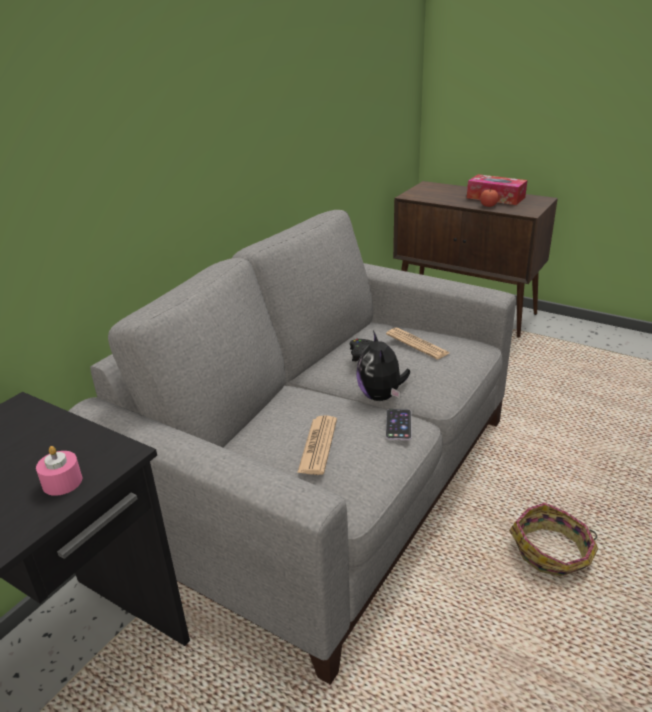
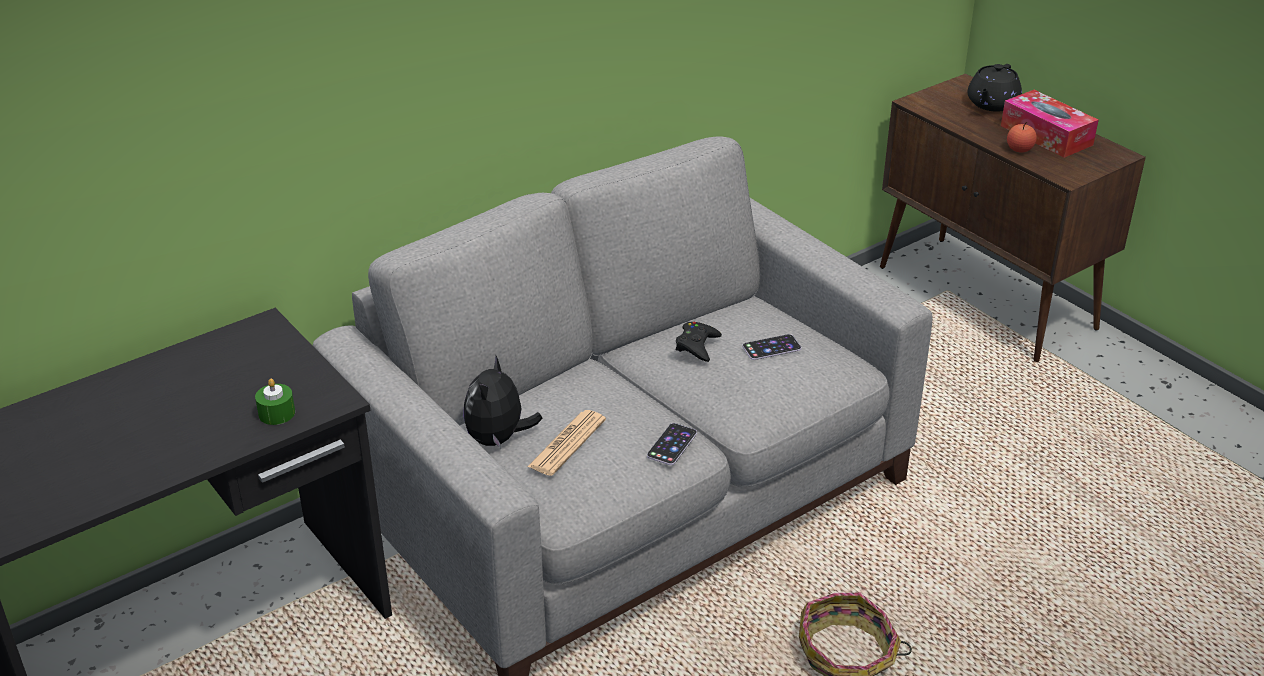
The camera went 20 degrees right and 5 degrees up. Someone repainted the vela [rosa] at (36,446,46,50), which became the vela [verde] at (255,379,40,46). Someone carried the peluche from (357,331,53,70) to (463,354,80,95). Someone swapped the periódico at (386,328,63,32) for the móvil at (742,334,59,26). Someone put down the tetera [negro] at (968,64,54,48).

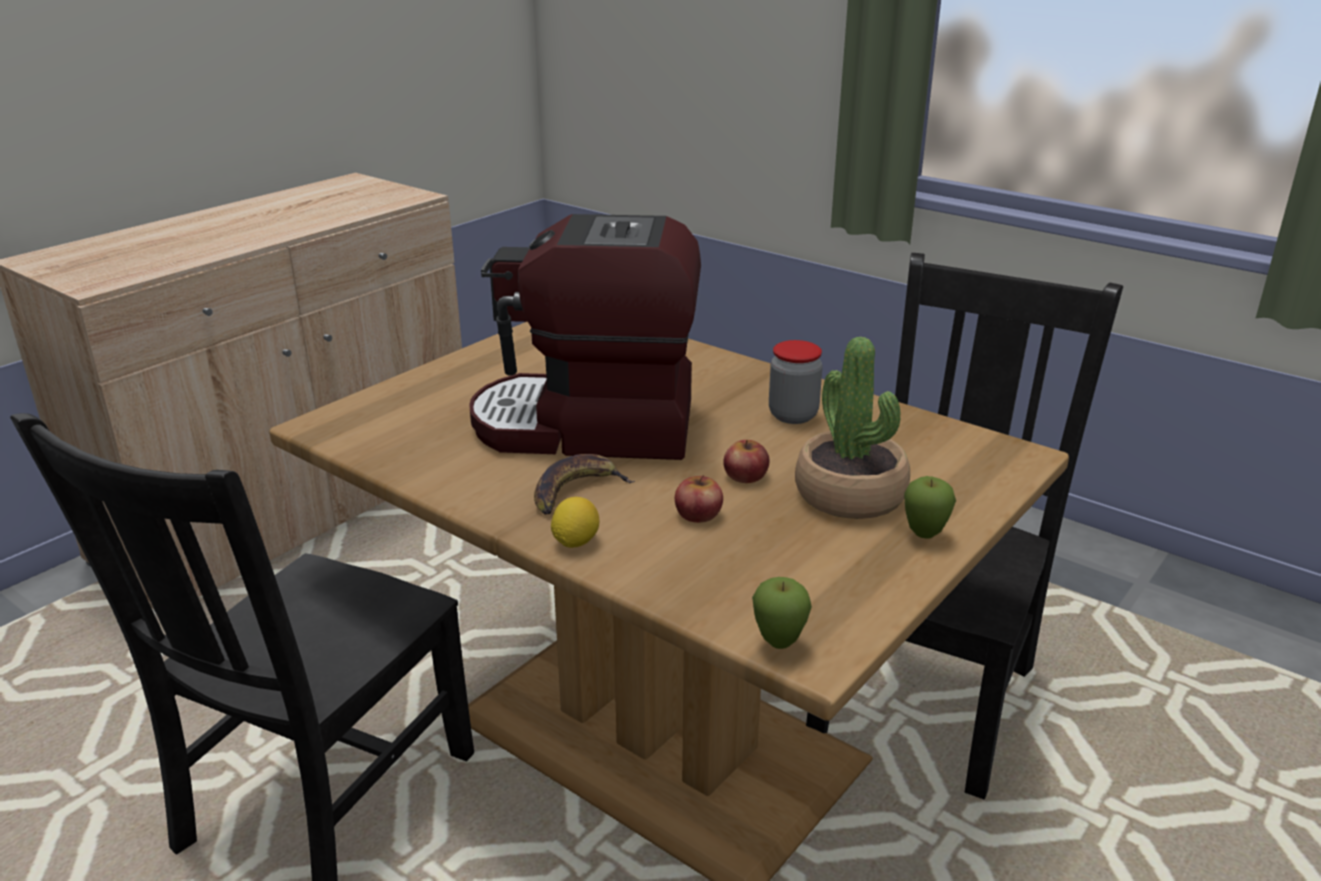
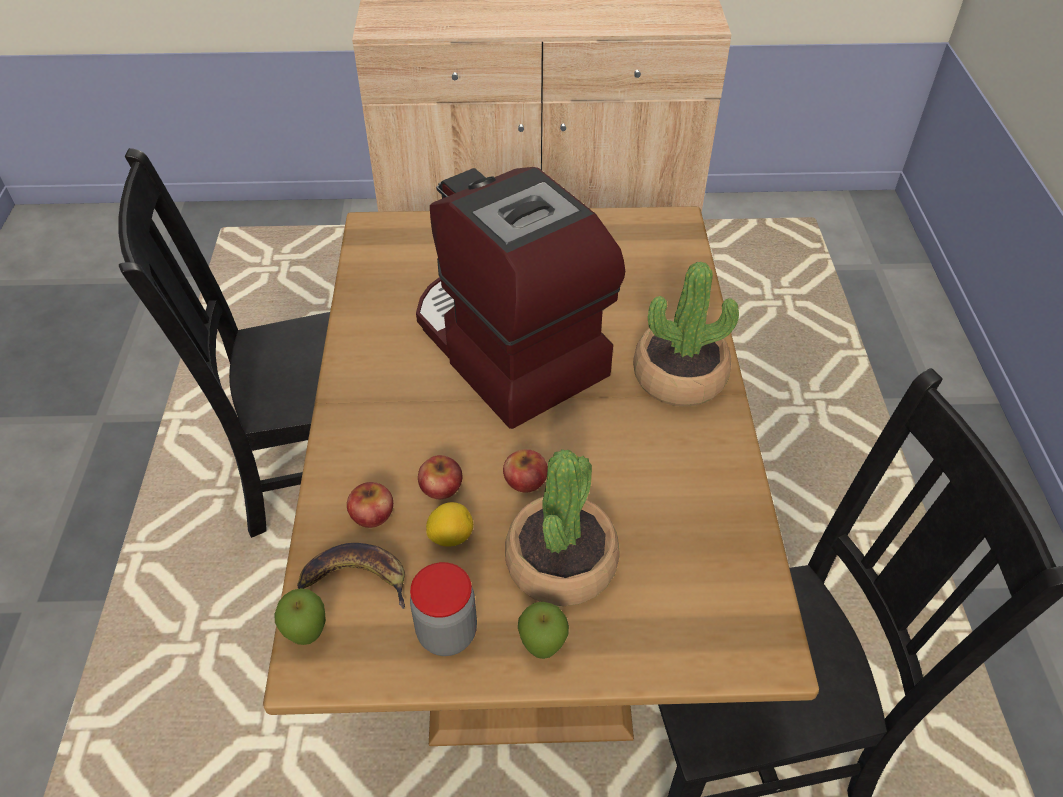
The camera went 50 degrees right and 20 degrees up. Someone carried the plátano from (534,454,101,60) to (297,543,108,66). Someone put down the manzana at (347,482,46,46). Someone carried the tarro from (769,340,54,84) to (410,562,67,94). Someone carried the limón from (551,497,48,51) to (426,502,47,45). Someone put down the planta en maceta at (633,262,106,145).

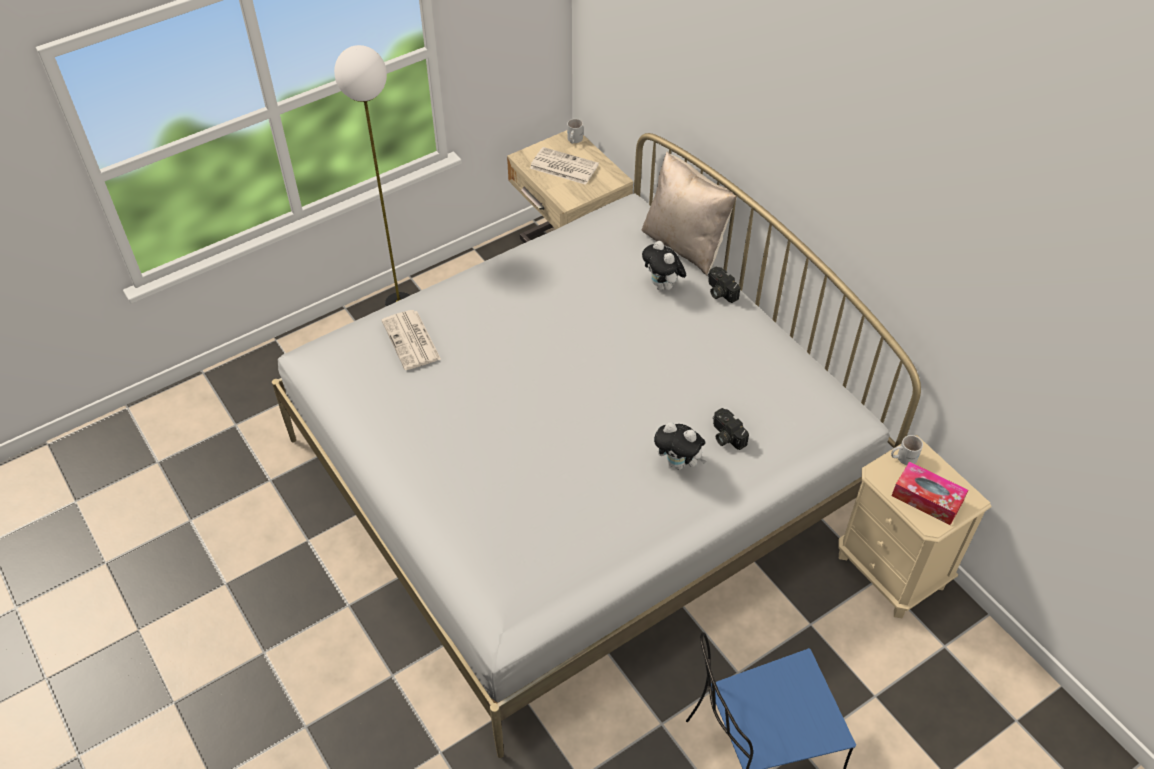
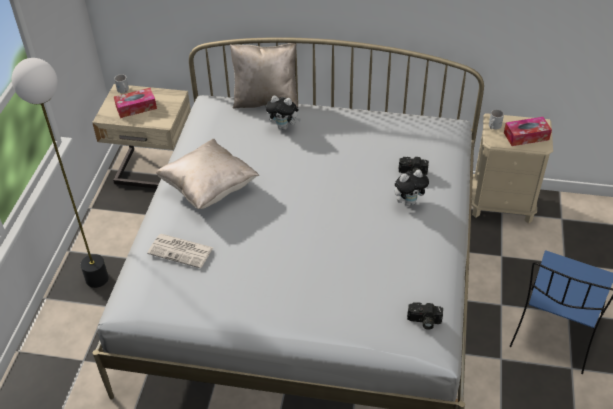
The camera went 45 degrees left and 5 degrees down. Someone swapped the periódico at (530,147,69,38) for the caja de pañuelos at (114,88,43,30). Someone put down the cojín [beis] at (156,139,103,70). Someone carried the cámara from (708,267,32,36) to (407,302,36,28).

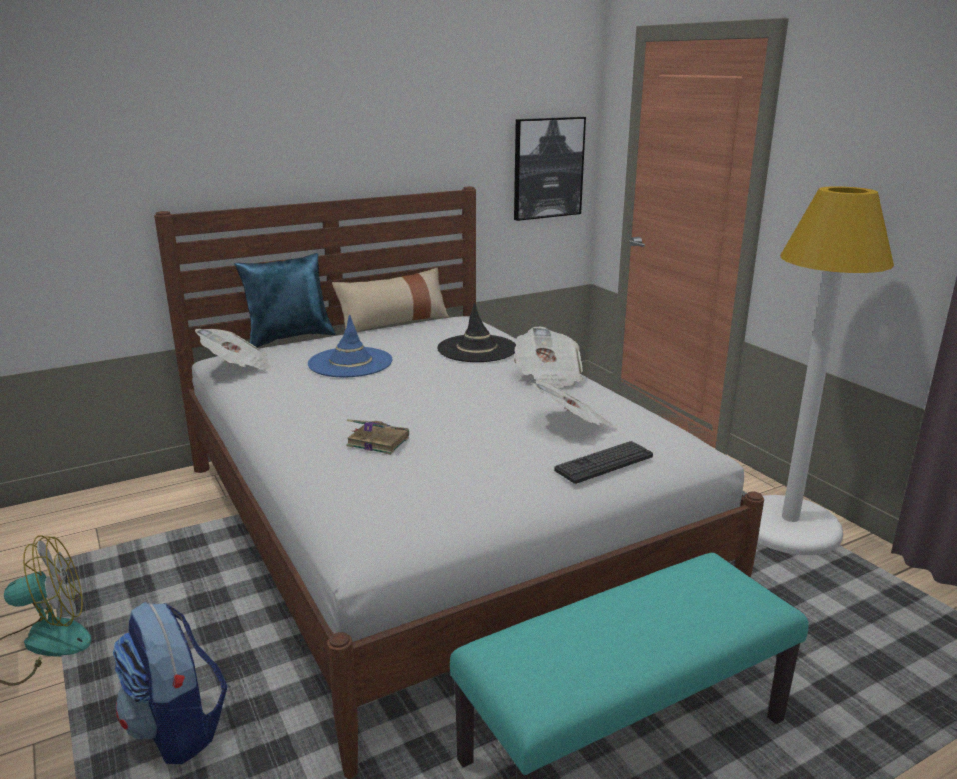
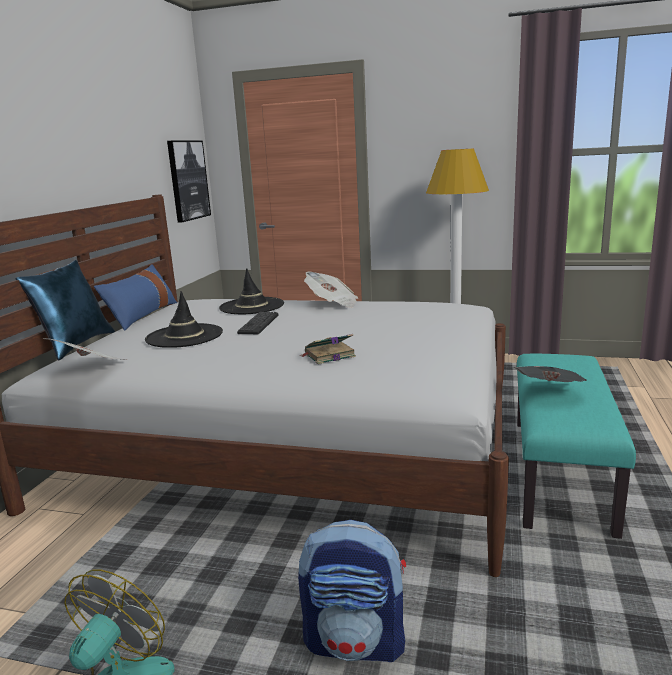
The camera went 45 degrees left and 5 degrees down. Someone repainted the cojín [beis] at (332,268,117,64), which became the cojín [azul] at (94,264,83,66). Someone repainted the sombrero [azul] at (308,314,84,63), which became the sombrero [negro] at (145,291,78,57). Someone carried the teclado from (554,441,99,43) to (237,312,41,22). Someone carried the periódico from (531,381,87,46) to (513,366,74,16).

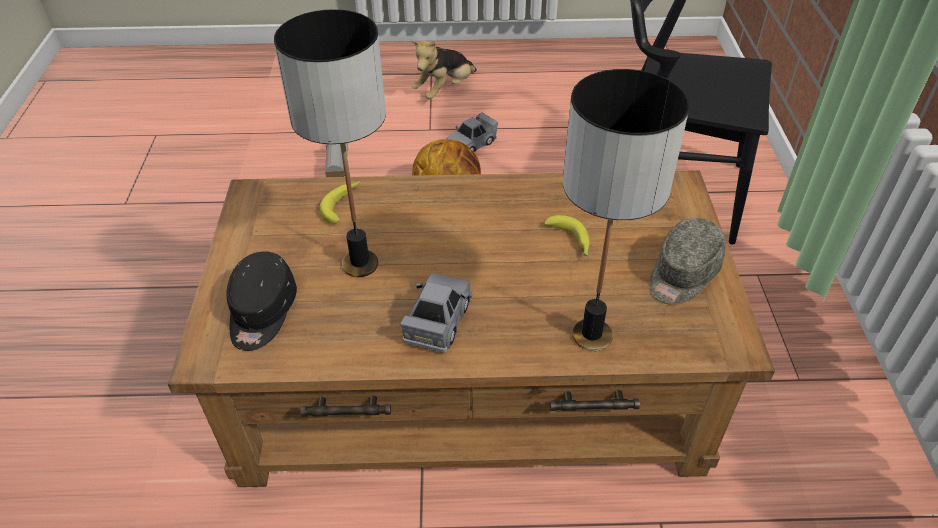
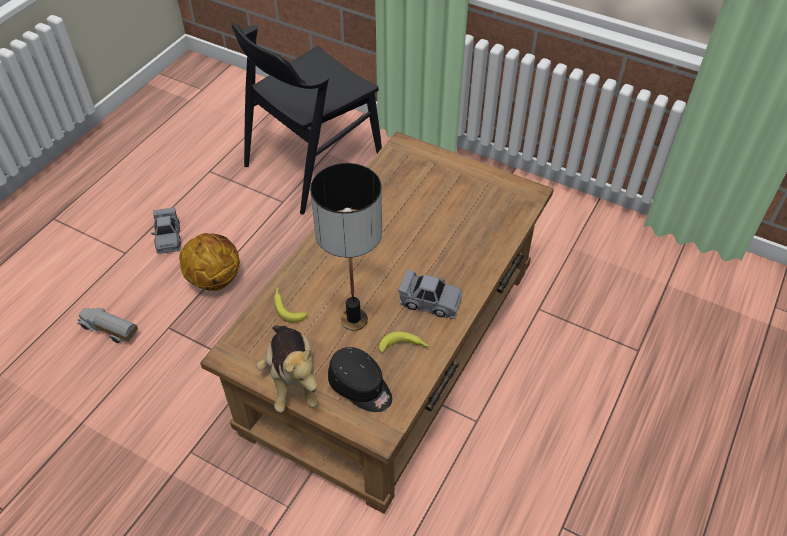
The camera went 60 degrees left and 5 degrees up. Someone carried the peluche from (412,40,65,59) to (257,326,62,86). Someone carried the plátano from (544,215,46,41) to (379,332,51,21). Someone rotated the coche de juguete [gris] at (400,273,73,80) by 150 degrees clockwise. Someone took away the lámpara de mesa at (563,69,127,282). Someone took away the gorra [gris] at (650,218,76,87).

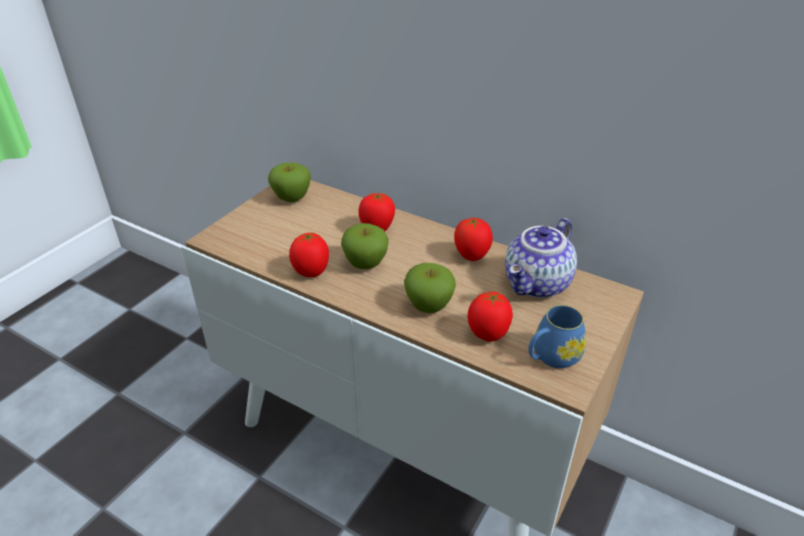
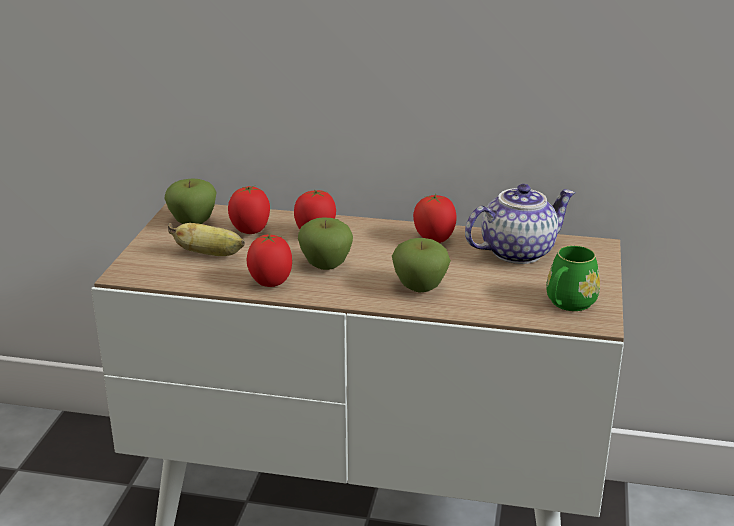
The camera went 20 degrees left and 10 degrees down. Someone put down the plátano at (168,223,77,33). Someone carried the tomate from (468,292,45,49) to (228,186,42,48). Someone rotated the tetera at (505,218,72,80) by 135 degrees counterclockwise. Someone repainted the taza grande [azul] at (528,305,58,63), which became the taza grande [verde] at (546,245,54,66).

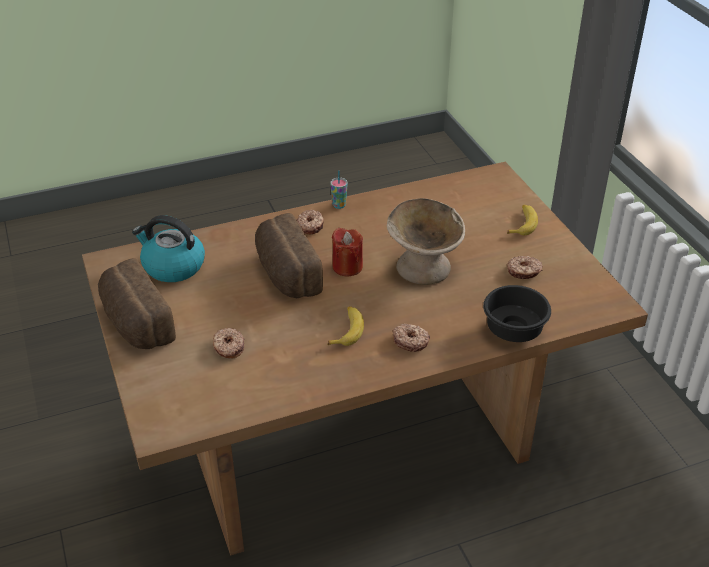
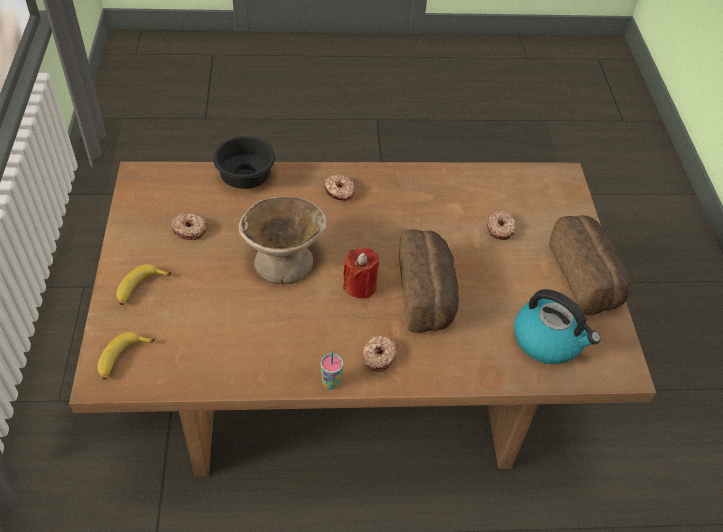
The camera went 165 degrees left and 10 degrees up. Someone carried the plátano from (327,306,37,40) to (97,332,58,48).

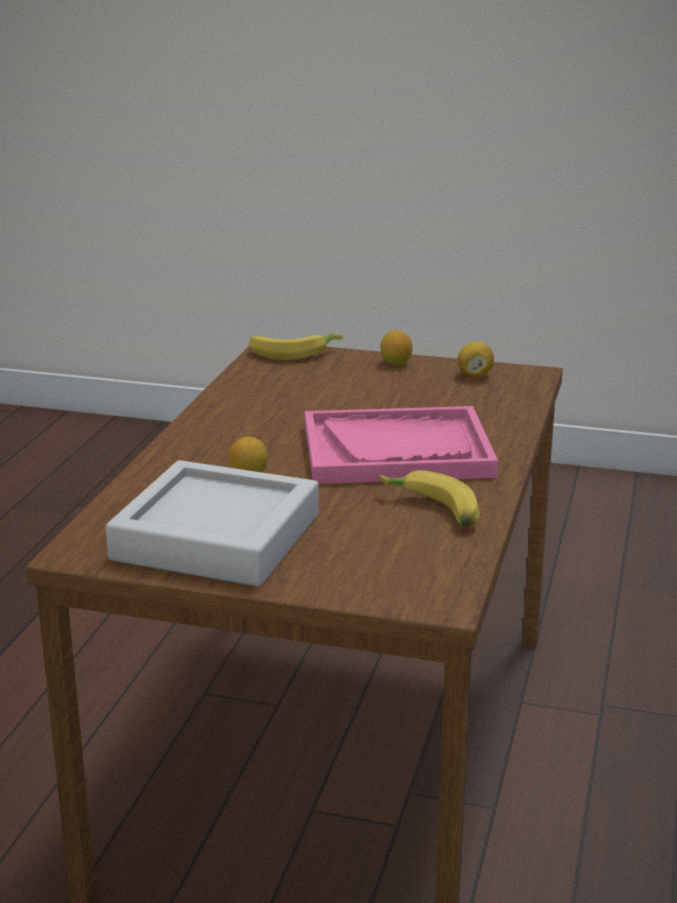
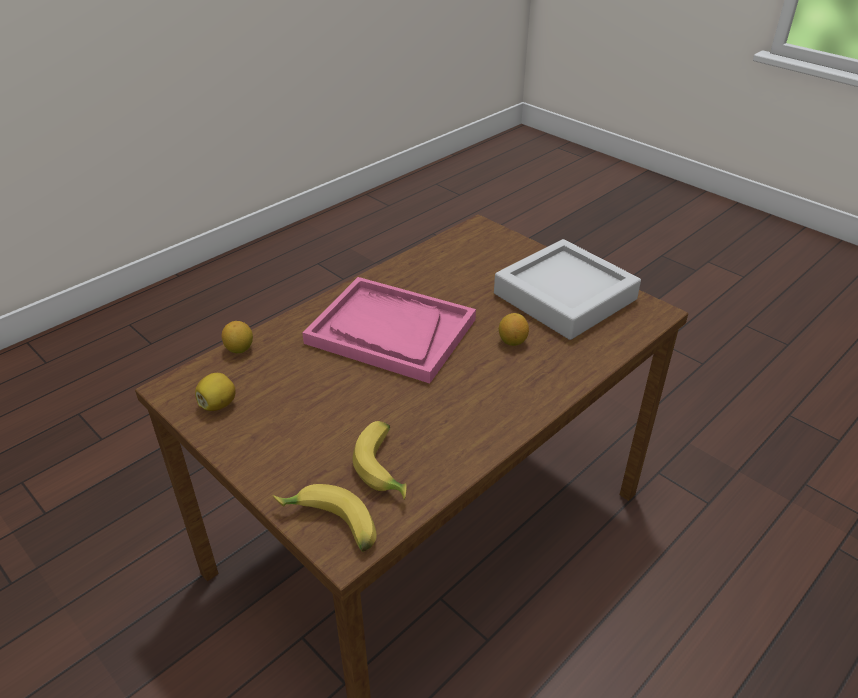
The camera went 150 degrees left and 15 degrees up. Someone carried the limón from (380,330,32,35) to (222,321,31,32). Someone carried the plátano from (379,470,101,58) to (353,421,54,78).

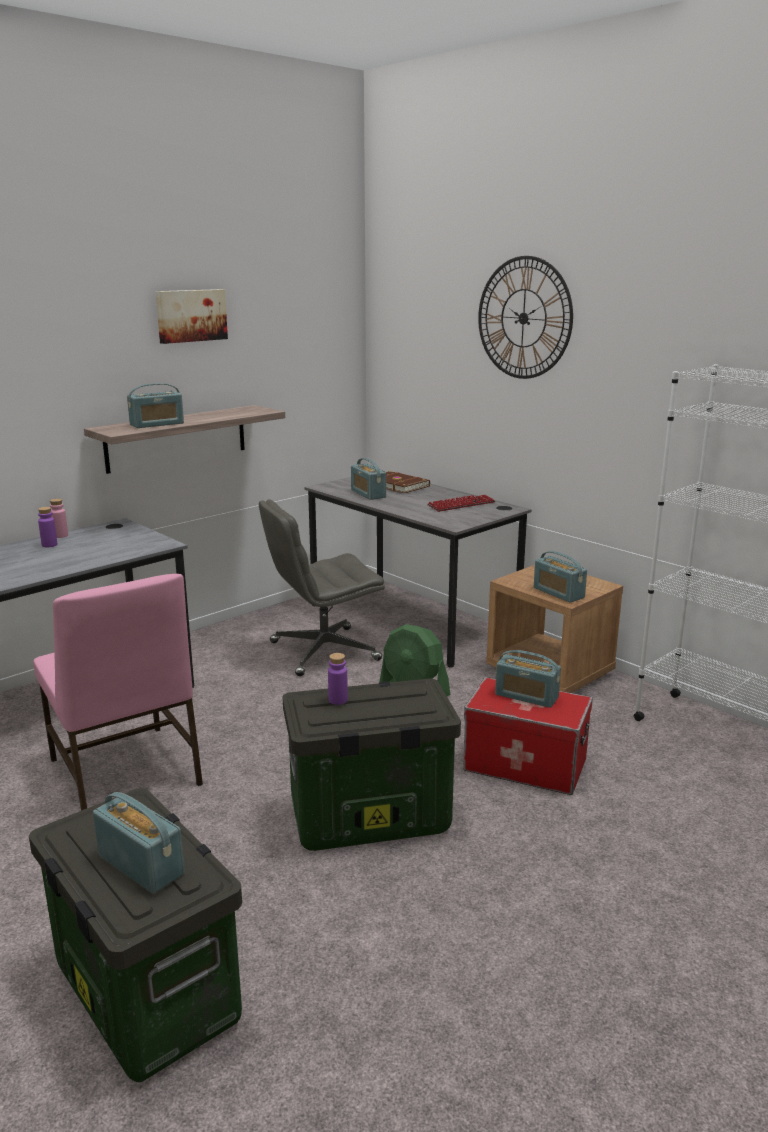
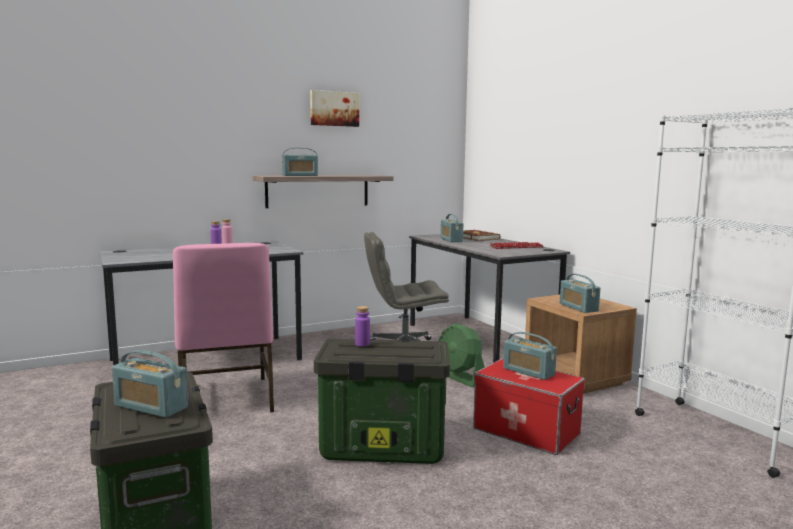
The camera went 15 degrees right and 10 degrees down. Someone rotated the radio at (93,792,92,102) by 150 degrees clockwise. Someone took away the reloj de pared at (478,256,95,123).

